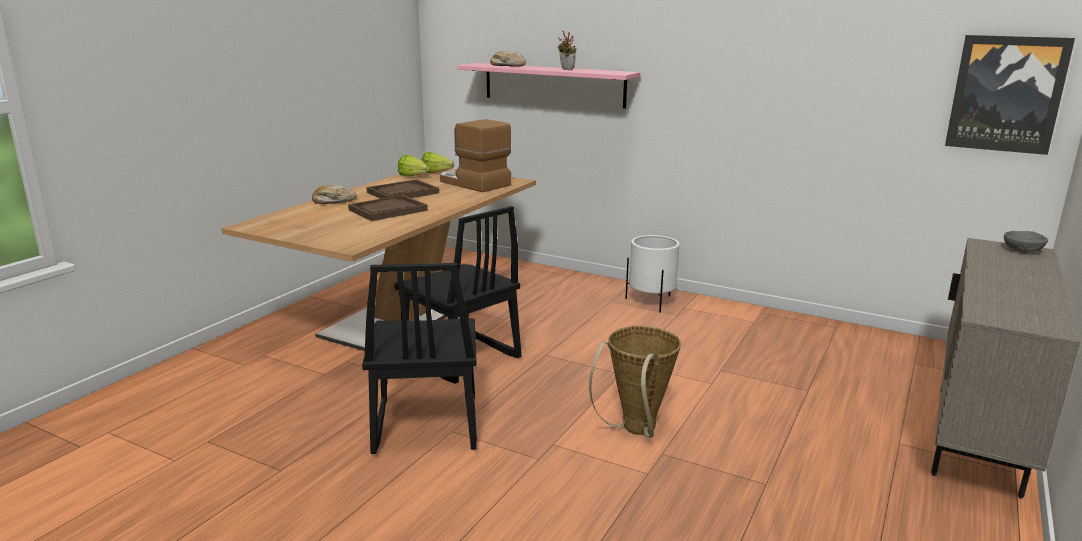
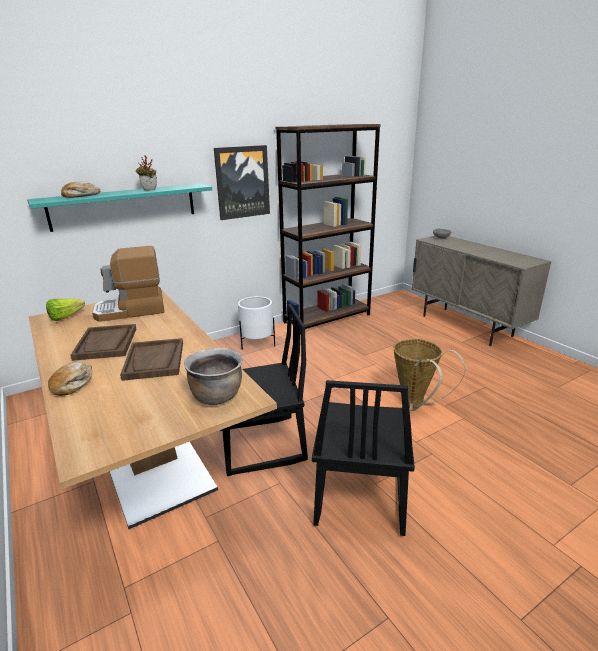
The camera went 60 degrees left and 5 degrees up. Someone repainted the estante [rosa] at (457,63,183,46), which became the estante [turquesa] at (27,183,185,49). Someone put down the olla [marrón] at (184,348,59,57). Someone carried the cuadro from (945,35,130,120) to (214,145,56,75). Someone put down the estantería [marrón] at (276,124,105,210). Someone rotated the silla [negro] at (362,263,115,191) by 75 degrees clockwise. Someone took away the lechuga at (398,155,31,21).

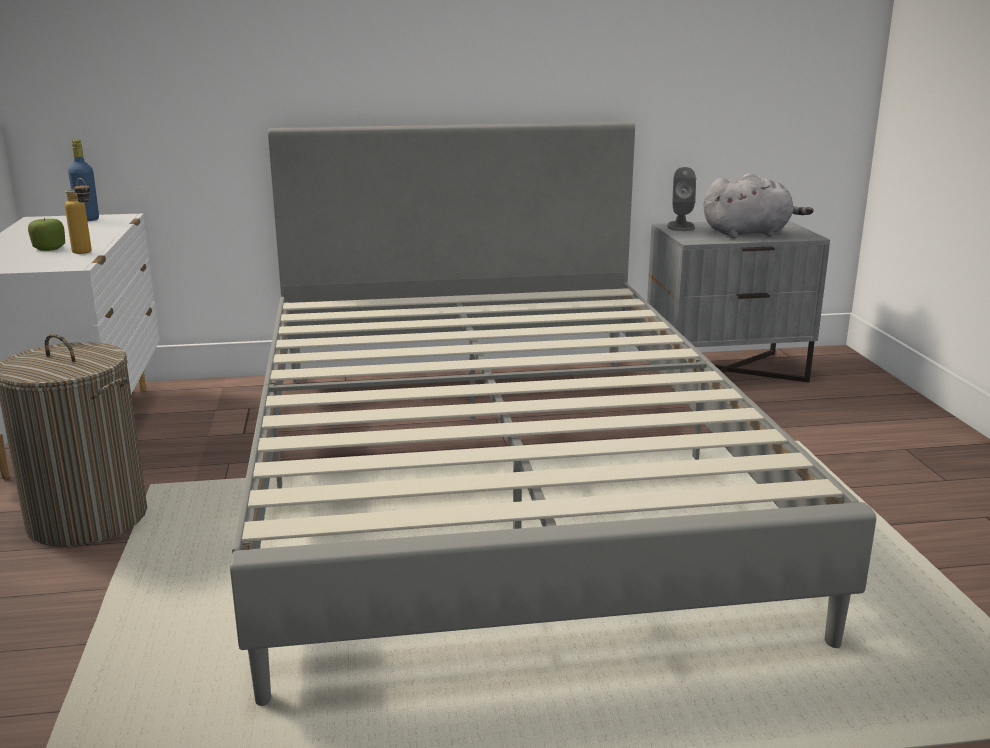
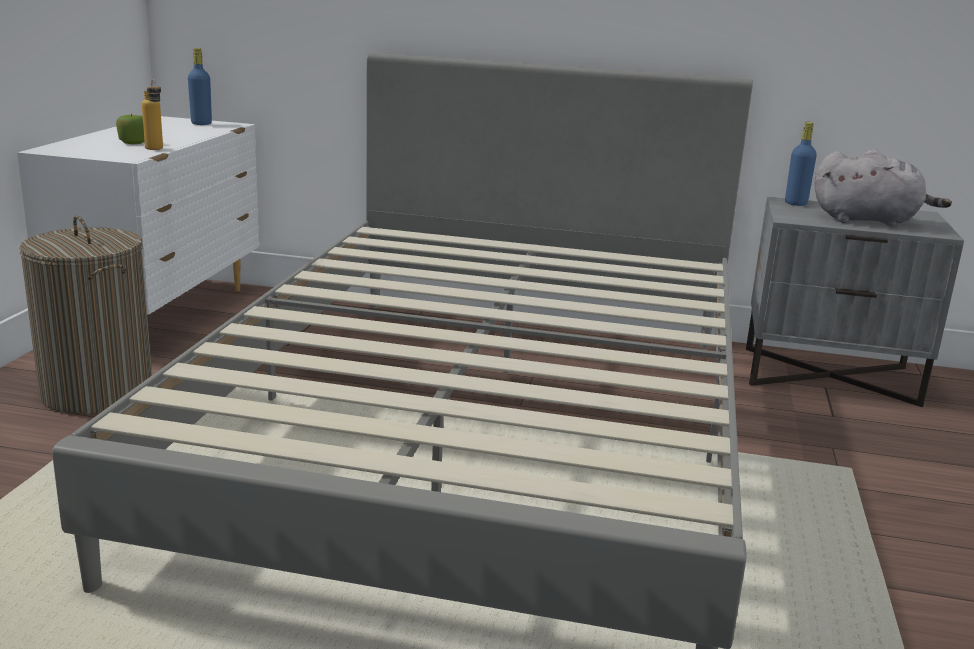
The camera went 20 degrees right and 0 degrees up. Someone swapped the altavoz [gris] at (667,167,29,64) for the botella [azul] at (785,122,32,84).

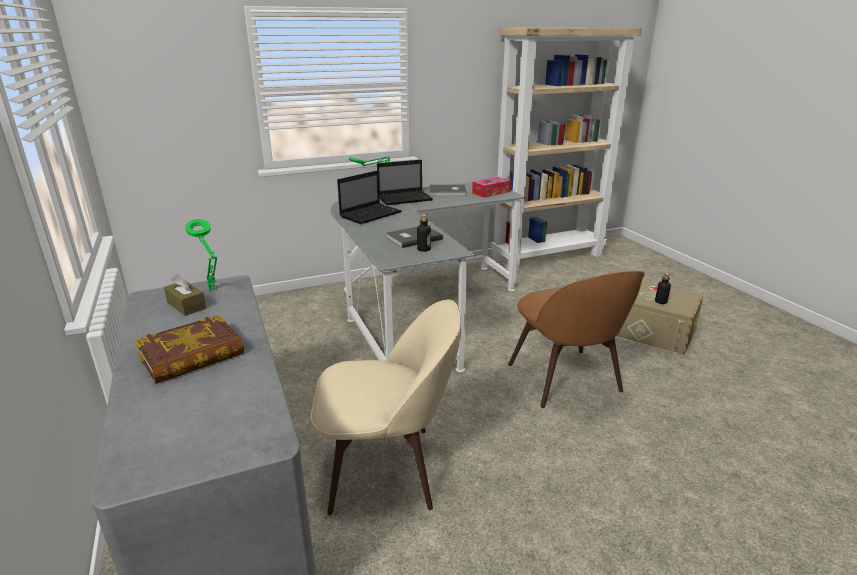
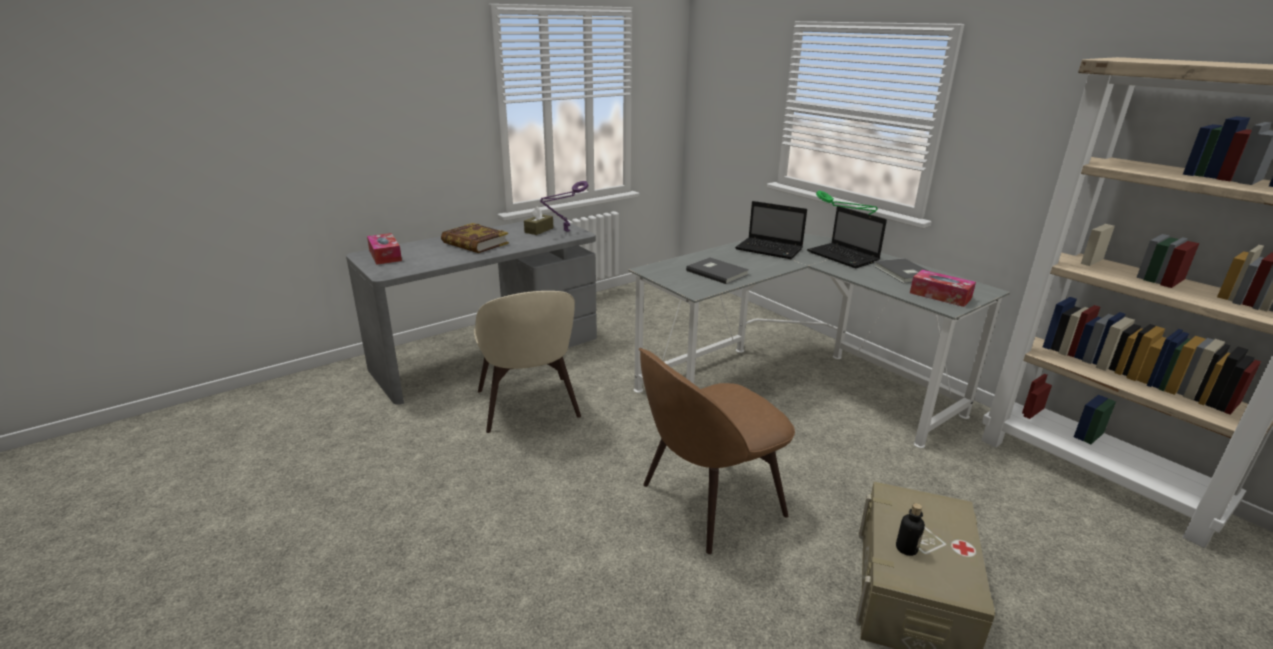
The camera went 75 degrees right and 0 degrees up. Someone put down the caja de pañuelos at (367,233,35,32). Someone repainted the lámpara de mesa [verde] at (186,219,31,71), which became the lámpara de mesa [morado] at (540,181,49,51). Someone took away the botella at (417,214,14,38).

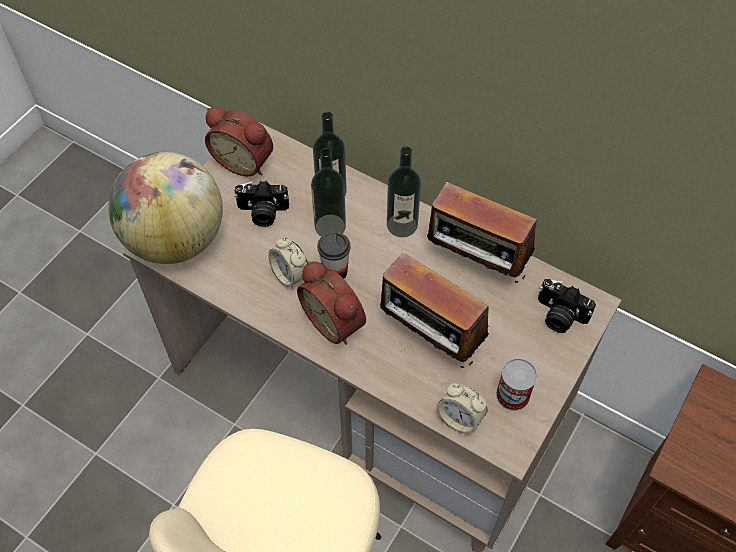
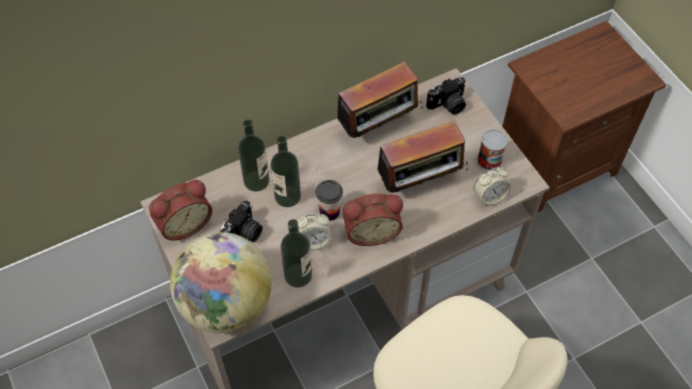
The camera went 60 degrees left and 0 degrees up. Someone carried the botella from (387,146,34,91) to (280,219,32,69).

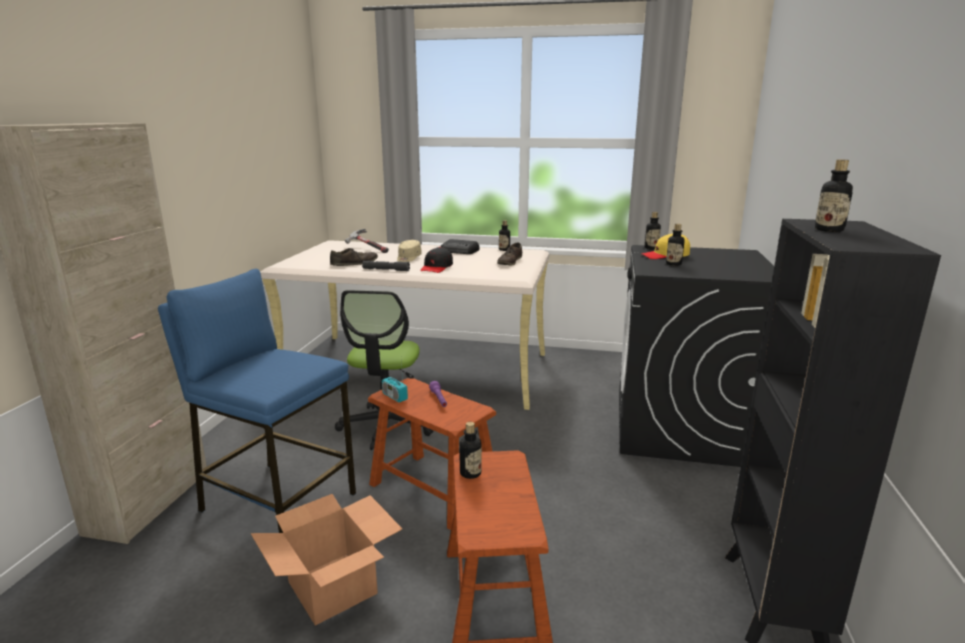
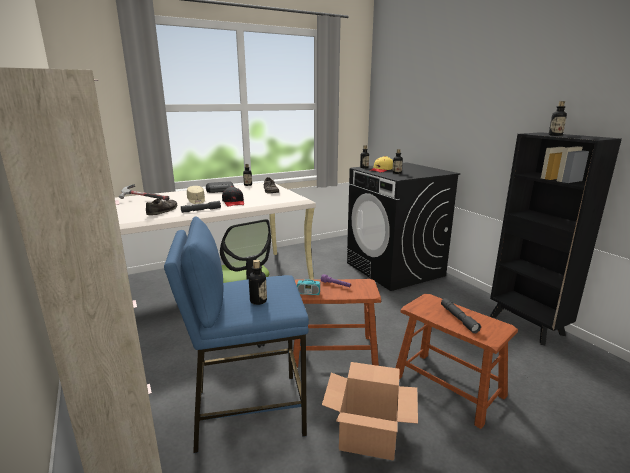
The camera went 40 degrees left and 0 degrees up. Someone carried the botella from (459,422,23,57) to (249,260,18,45). Someone put down the linterna [gris] at (441,298,40,35).

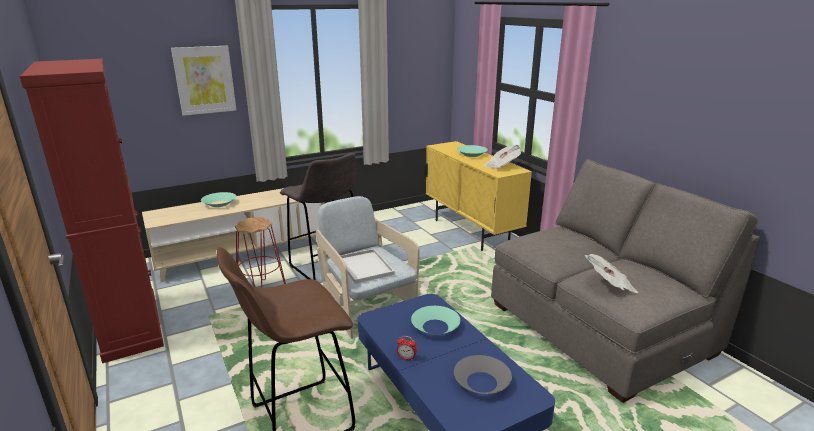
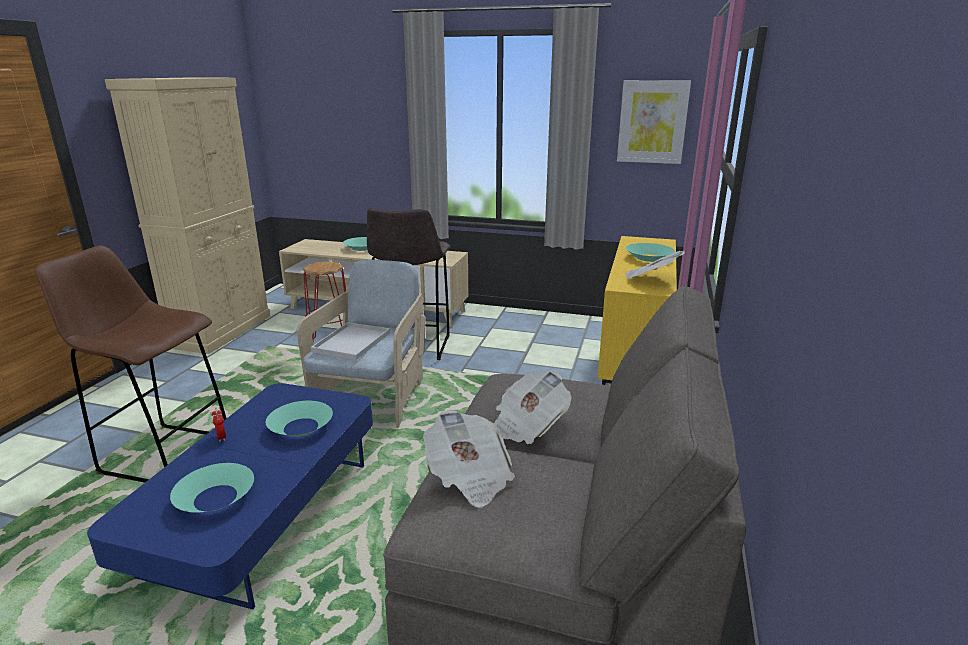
The camera went 45 degrees right and 0 degrees up. Someone repainted the armario [rojo] at (20,59,144,304), which became the armario [beis] at (105,77,166,277). Someone repainted the cuenco [gris] at (454,355,58,39), which became the cuenco [turquesa] at (170,463,84,50). Someone put down the periódico at (494,371,77,73). Someone carried the cuadro from (171,46,65,70) to (617,80,74,84).

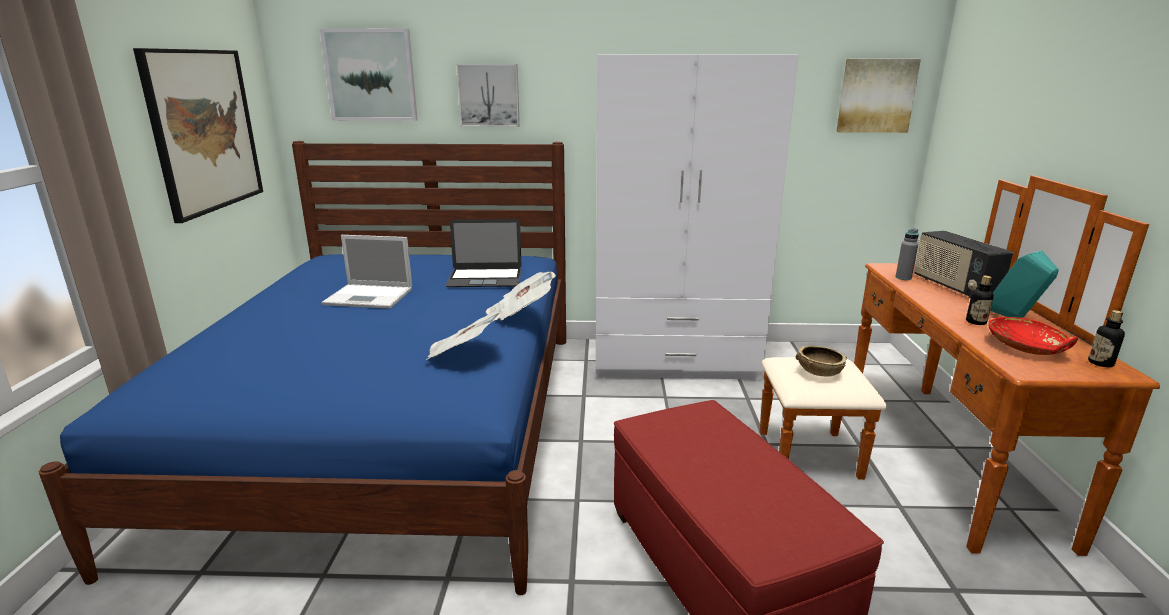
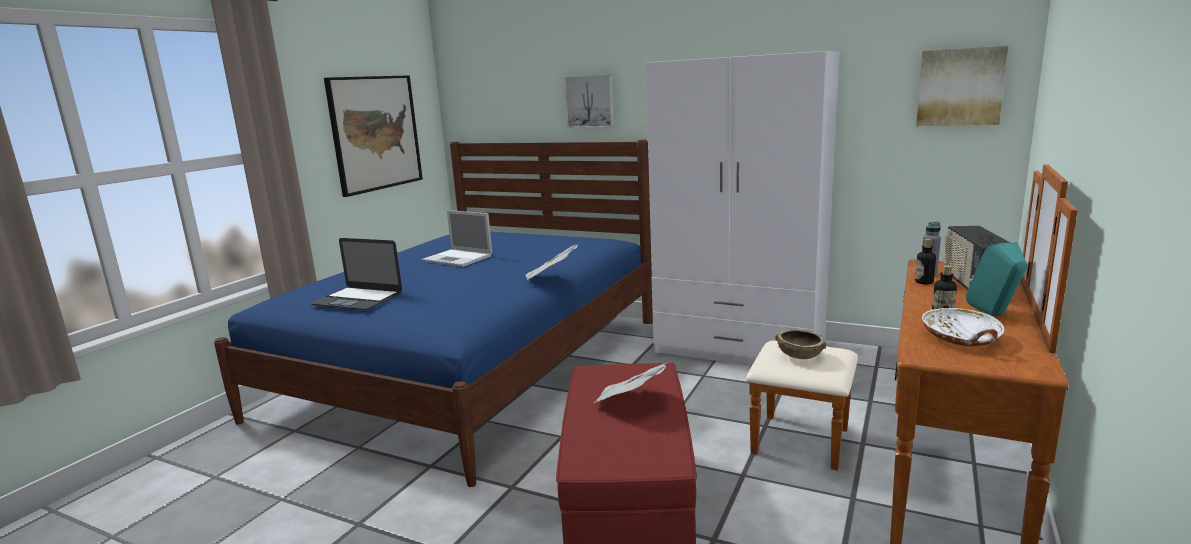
The camera went 25 degrees right and 5 degrees down. Someone carried the portátil from (446,219,76,68) to (310,238,92,72). Someone carried the periódico from (426,310,75,50) to (593,363,73,40). Someone carried the botella from (1088,310,37,57) to (915,239,21,45). Someone repainted the cuenco [rojo] at (988,317,90,38), which became the cuenco [blanco] at (922,308,83,38). Someone took away the cuadro at (320,29,98,92).

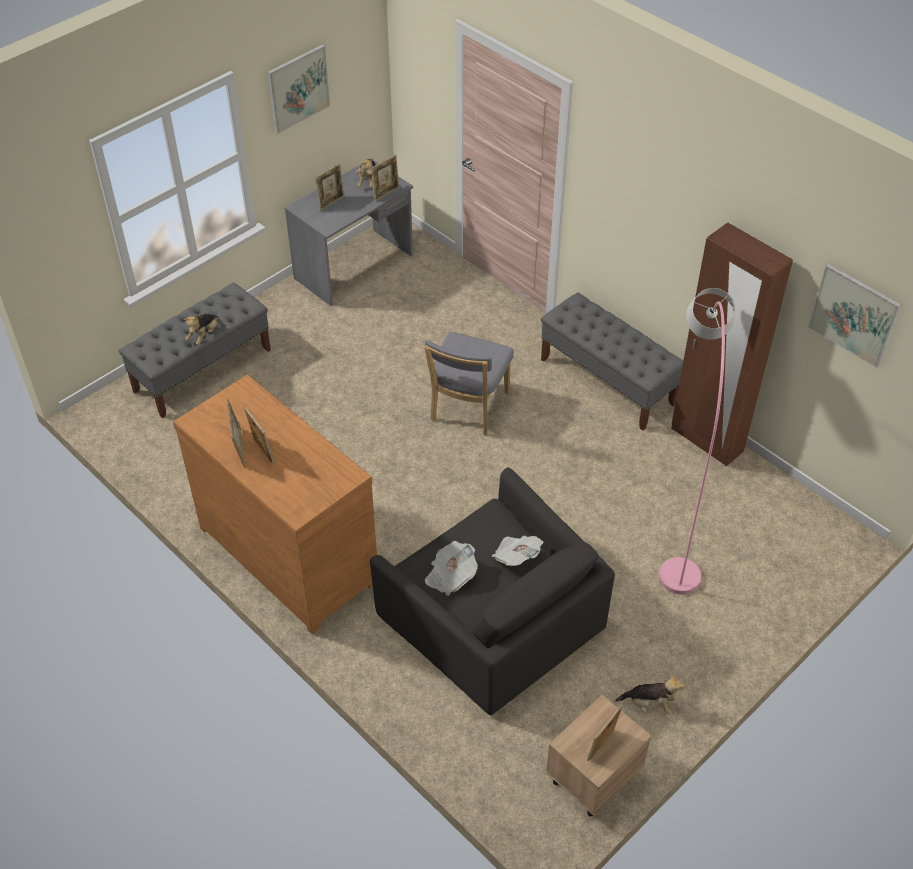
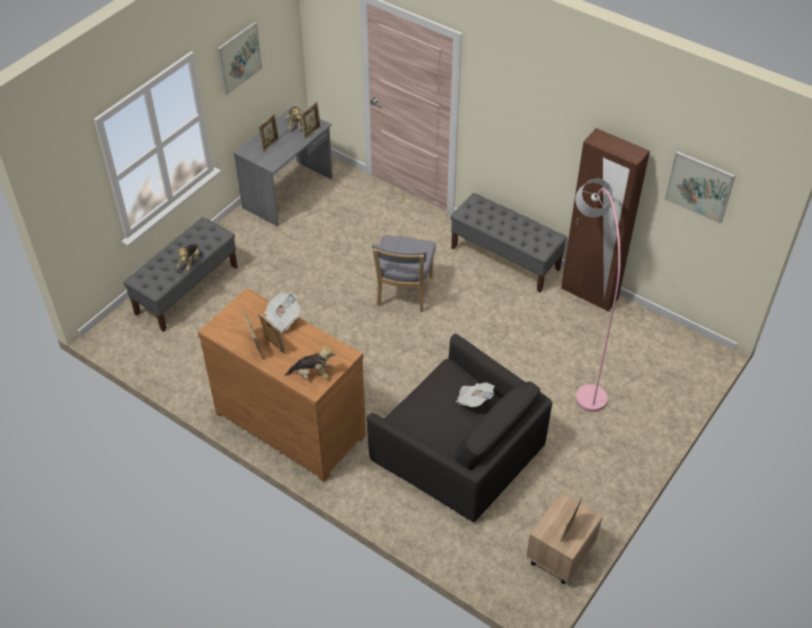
The camera went 10 degrees left and 0 degrees up. Someone carried the periódico from (425,541,53,55) to (261,293,39,41). Someone carried the peluche from (615,674,70,40) to (285,343,51,36).

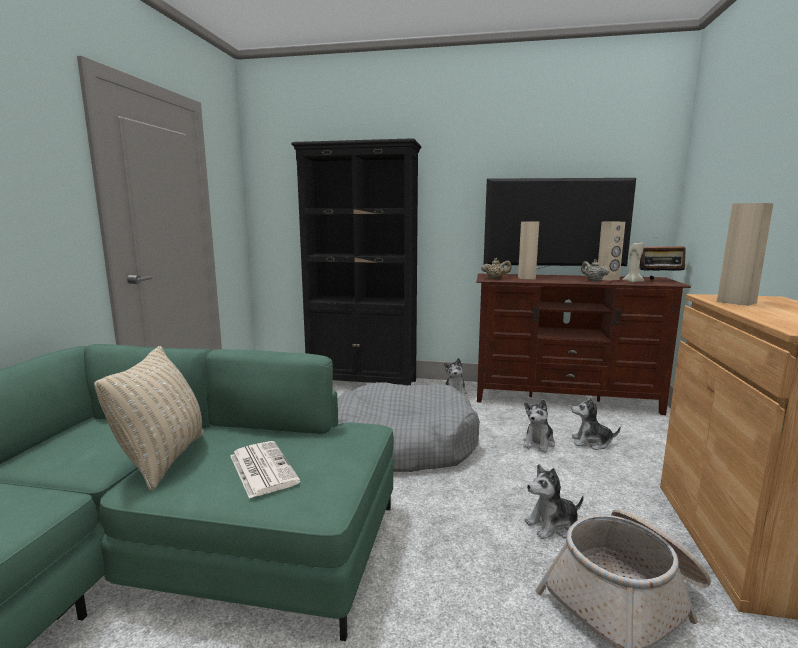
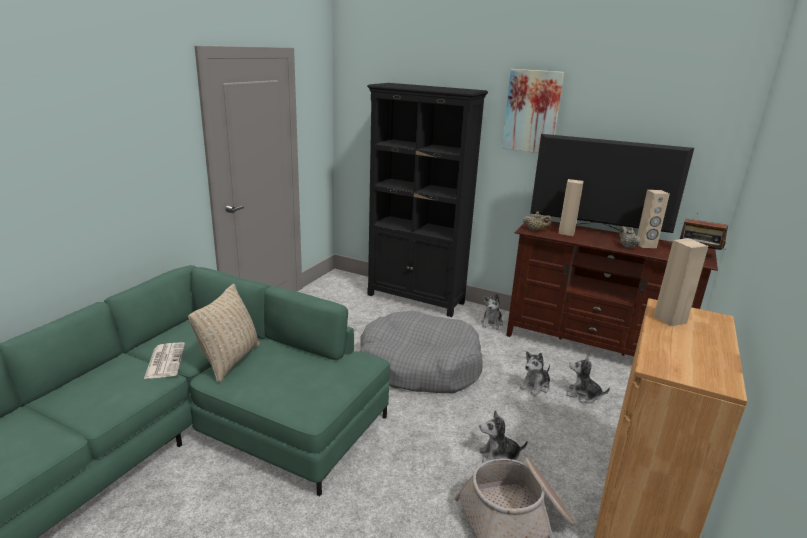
The camera went 15 degrees right and 10 degrees up. Someone carried the periódico from (230,441,71,58) to (144,342,41,37). Someone put up the cuadro at (502,69,62,84). Someone took away the vela [beis] at (622,242,22,41).

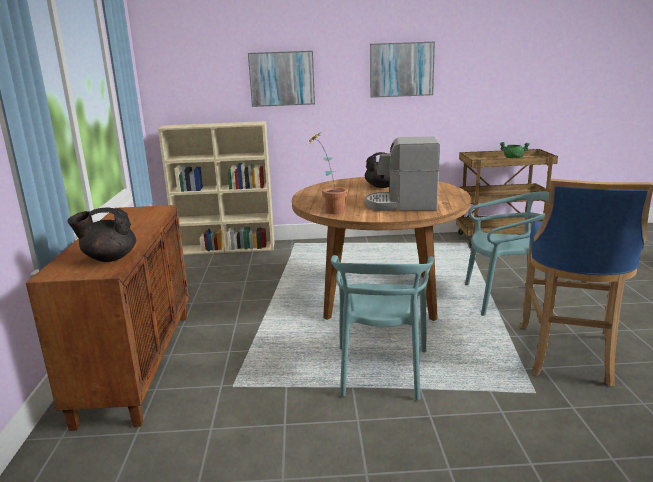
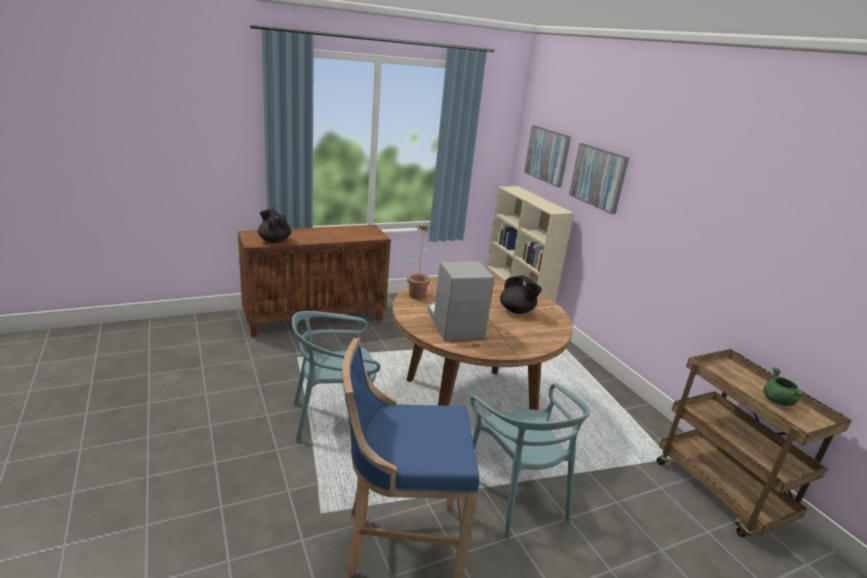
The camera went 65 degrees right and 5 degrees up. Someone carried the cuadro from (370,42,65,56) to (524,125,47,62).

